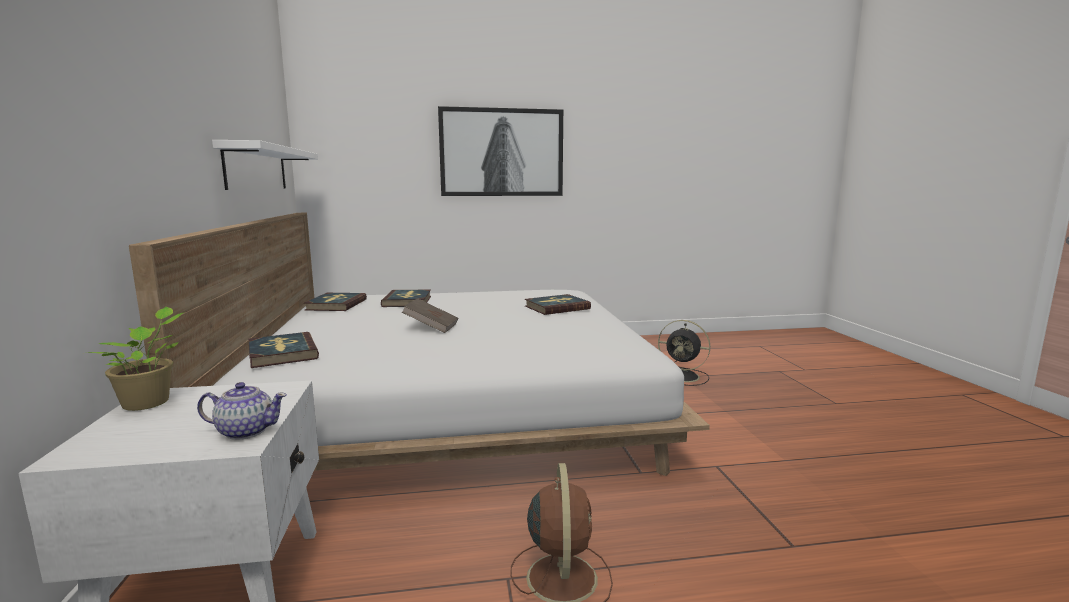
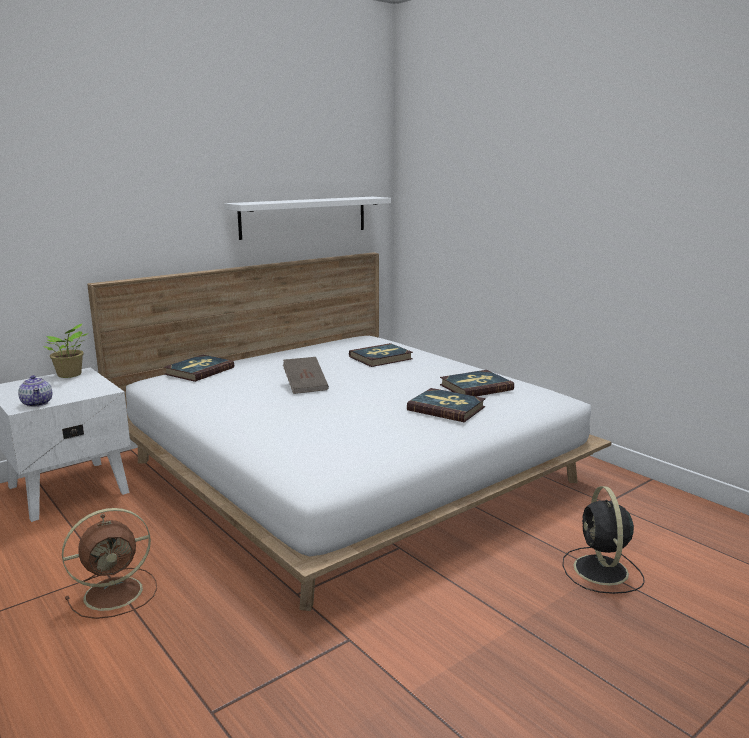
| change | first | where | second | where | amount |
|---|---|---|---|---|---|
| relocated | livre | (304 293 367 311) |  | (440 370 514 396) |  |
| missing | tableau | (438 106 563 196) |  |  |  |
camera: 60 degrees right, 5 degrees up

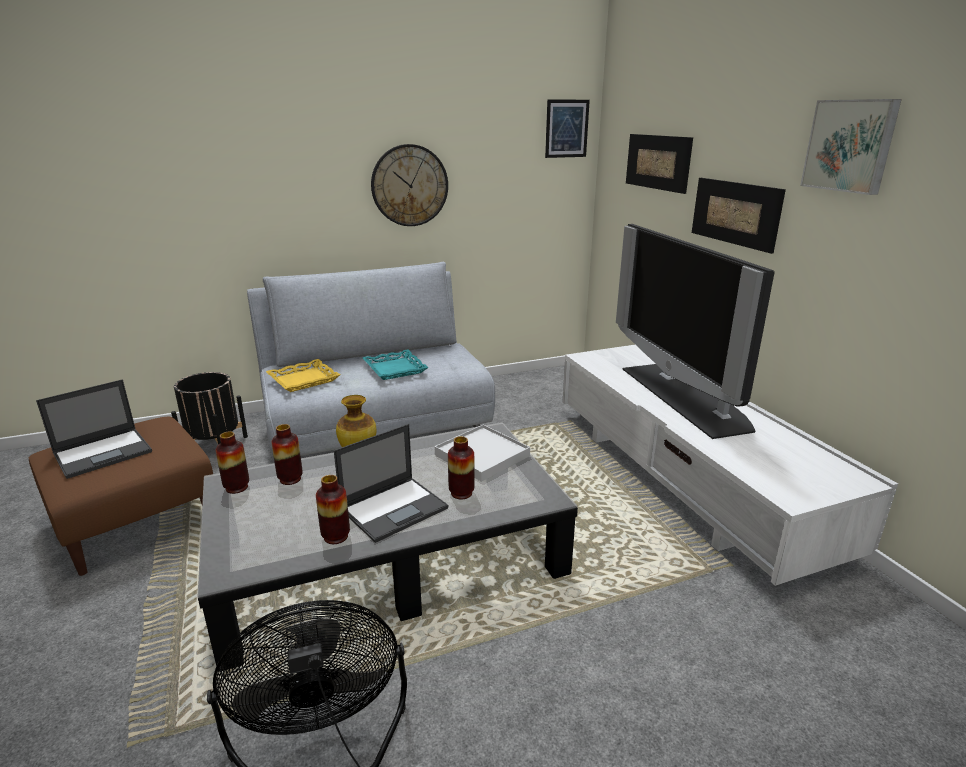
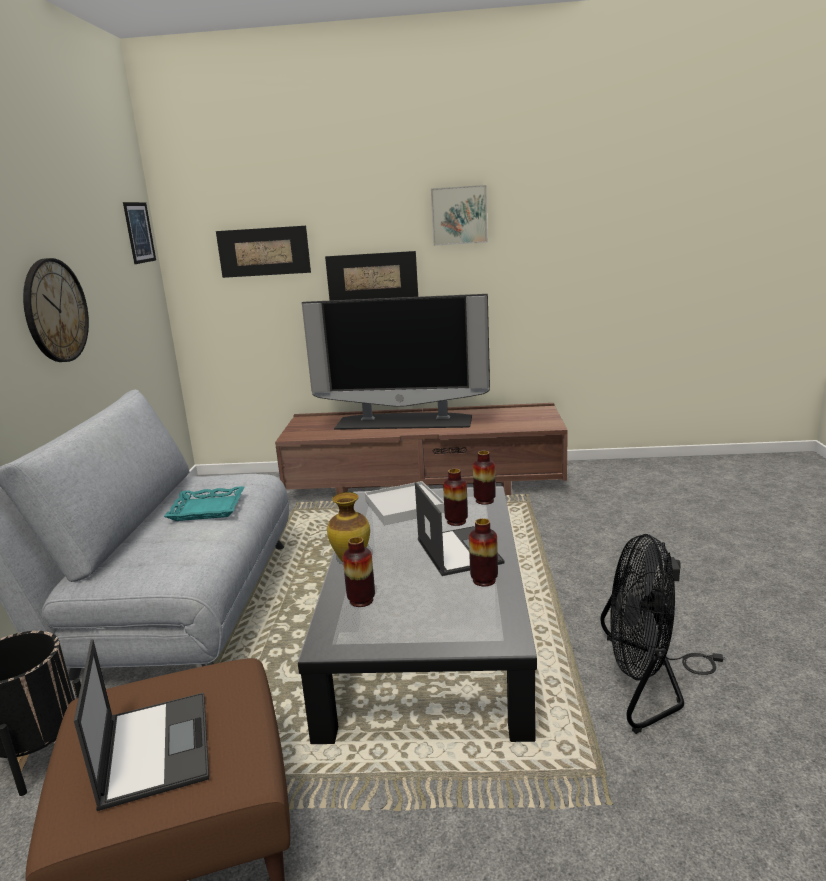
| change | first | where | second | where | amount |
|---|---|---|---|---|---|
| relocated | vase | (216 432 249 494) |  | (473 451 496 505) |  |
| missing | plateau (jaune) | (266 359 340 392) |  |  |  |
| colour | meuble télé (blanc) | (563 345 898 586) | meuble télé (marron) | (275 403 568 495) |  |
camera: 65 degrees left, 5 degrees down

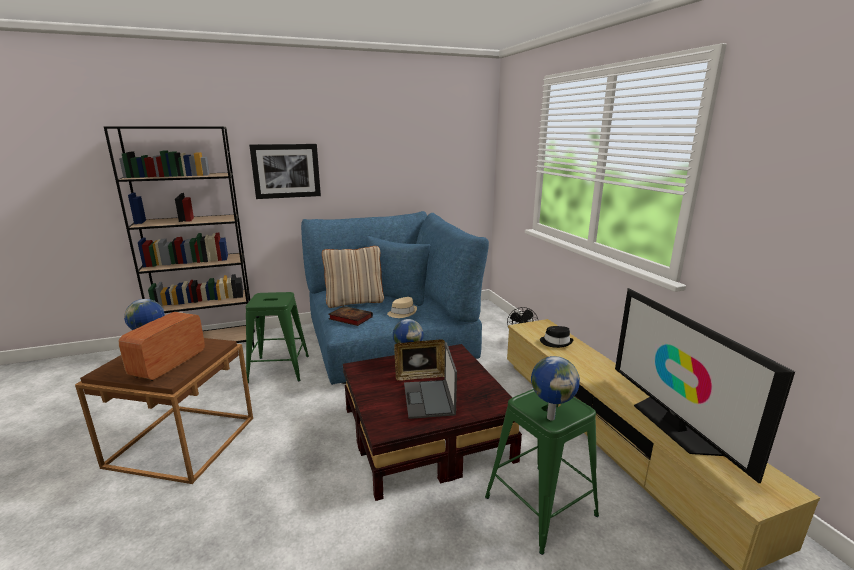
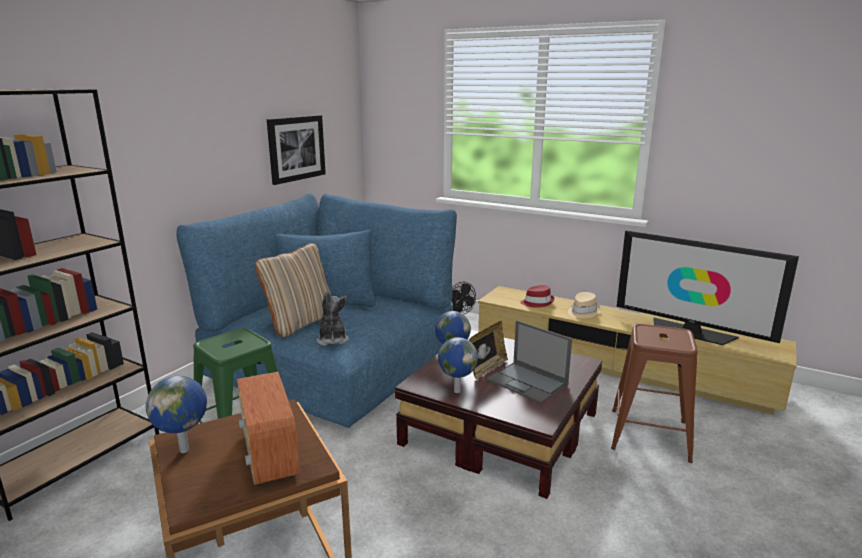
| change | first | where | second | where | amount |
|---|---|---|---|---|---|
| relocated | tableau | (249 144 321 199) |  | (267 115 326 185) |  |
| exchanged | livre | (328 306 373 326) | peluche | (316 291 349 346) |  |
| relocated | chapeau (beige) | (387 297 417 318) |  | (568 292 600 318) |  |
| colour | tabouret (vert) | (485 389 599 555) | tabouret (marron) | (611 324 698 463) |  |
| relocated | globe | (531 356 580 420) |  | (438 337 478 393) |  |
| colour | chapeau (noir) | (540 326 573 348) | chapeau (rouge) | (520 285 554 308) |  |
camera: 40 degrees left, 0 degrees up

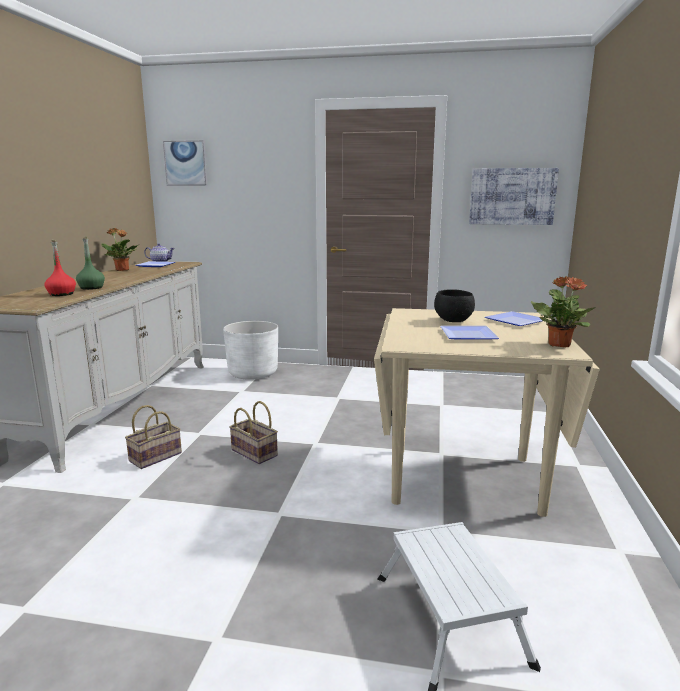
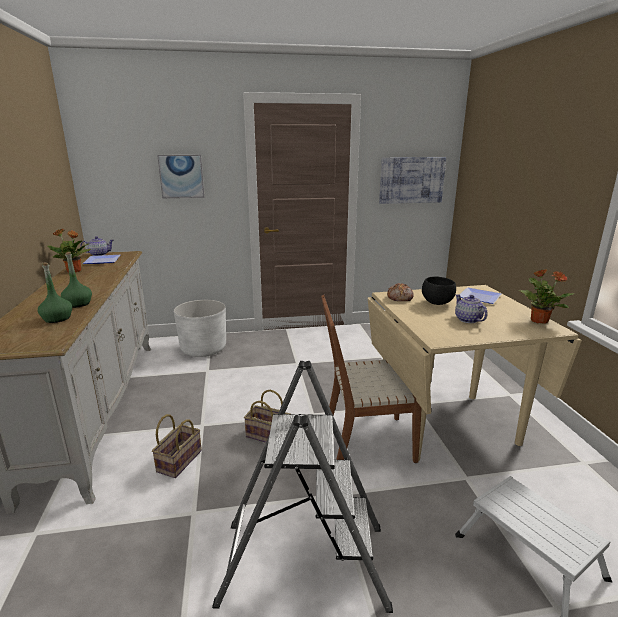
| change | first | where | second | where | amount |
|---|---|---|---|---|---|
| colour | bouteille (rouge) | (44 240 76 296) | bouteille (vert) | (38 263 72 323) |  |
| relocated | tableau | (163 140 208 186) |  | (157 155 205 198) |  |
| exchanged | assiette | (440 326 499 340) | théière | (455 294 488 323) |  |
| appeared |  |  | escabeau (gris) | (212 361 393 613) |  |
| appeared |  |  | chaise | (321 295 422 463) |  |
| appeared |  |  | pain | (387 283 414 301) |  |
camera: 20 degrees left, 5 degrees up

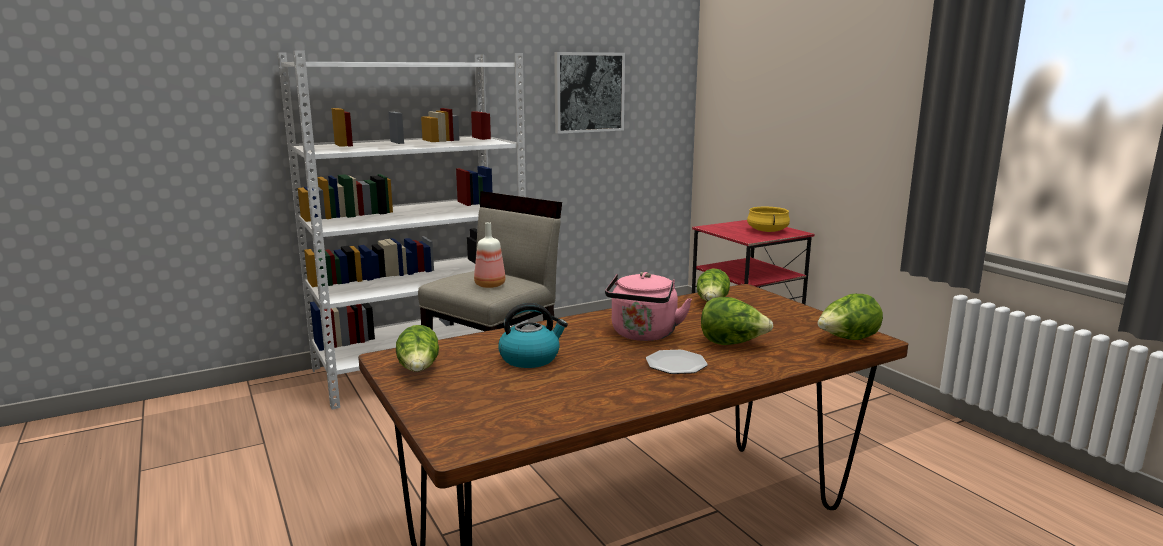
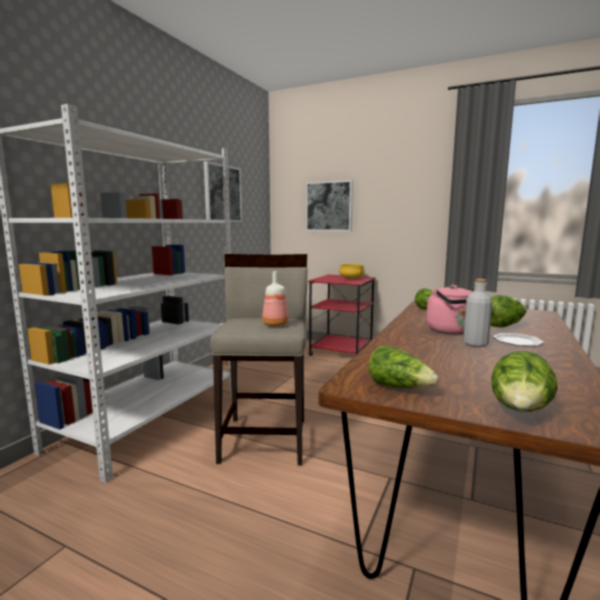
| change | first | where | second | where | amount |
|---|---|---|---|---|---|
| missing | bouilloire | (498 303 568 368) |  |  |  |
| relocated | laitue | (817 294 883 340) |  | (491 351 558 412) |  |
| appeared |  |  | tableau | (306 180 353 231) |  |
| appeared |  |  | bouteille (gris) | (463 279 493 347) |  |
camera: 35 degrees left, 5 degrees down

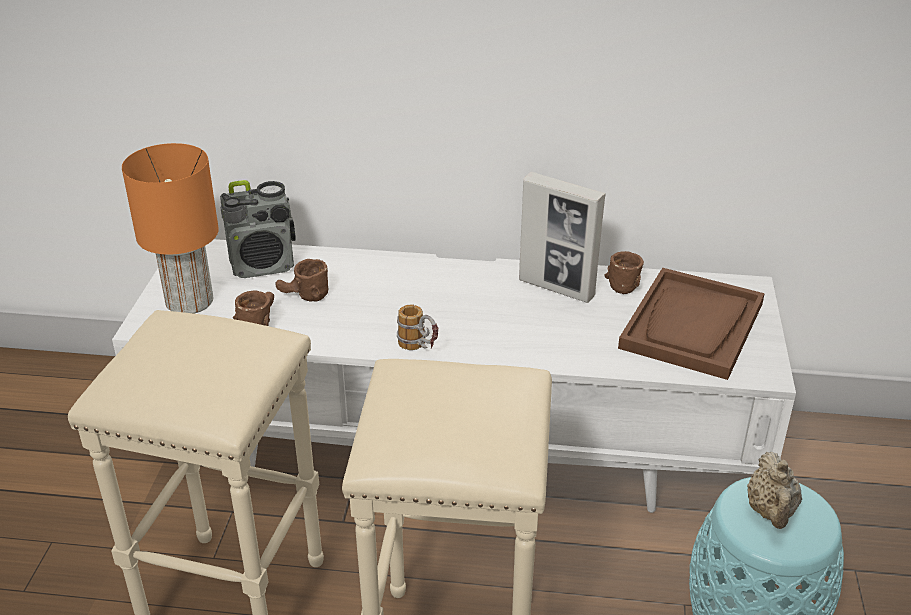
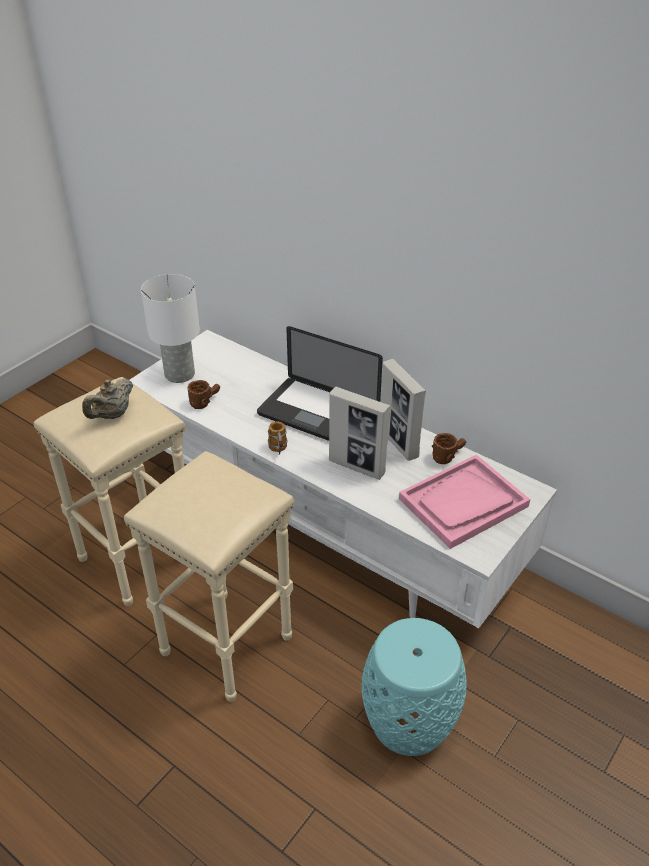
| change | first | where | second | where | amount |
|---|---|---|---|---|---|
| colour | lampe de table (orange) | (122 143 219 314) | lampe de table (blanc) | (141 274 200 383) |  |
| missing | radio | (220 180 296 278) |  |  |  |
| missing | mug (marron) | (275 259 328 302) |  |  |  |
| colour | plateau (marron) | (618 268 765 380) | plateau (rose) | (399 455 530 549) |  |
| relocated | théière (beige) | (747 452 802 529) |  | (82 379 133 419) |  |
| appeared |  |  | ordinateur portable | (257 326 383 441) |  |
| appeared |  |  | cadre photo | (329 386 390 480) |  |
camera: 30 degrees right, 5 degrees up

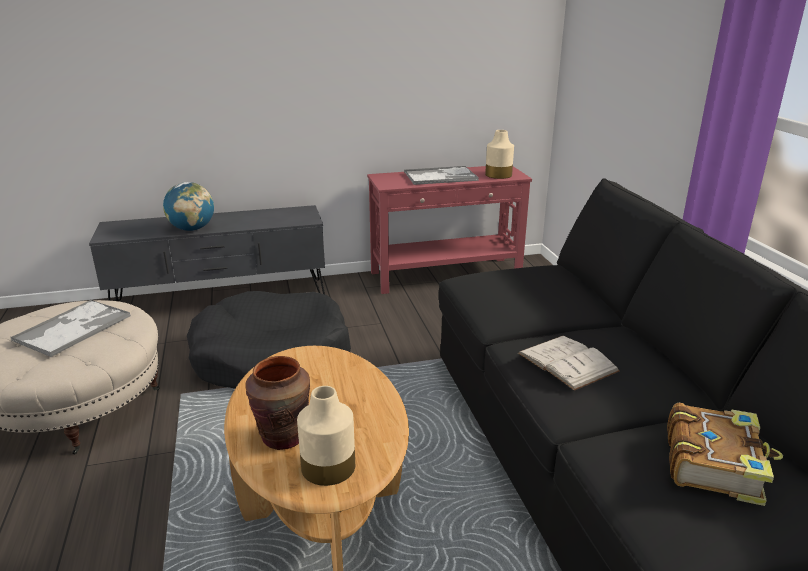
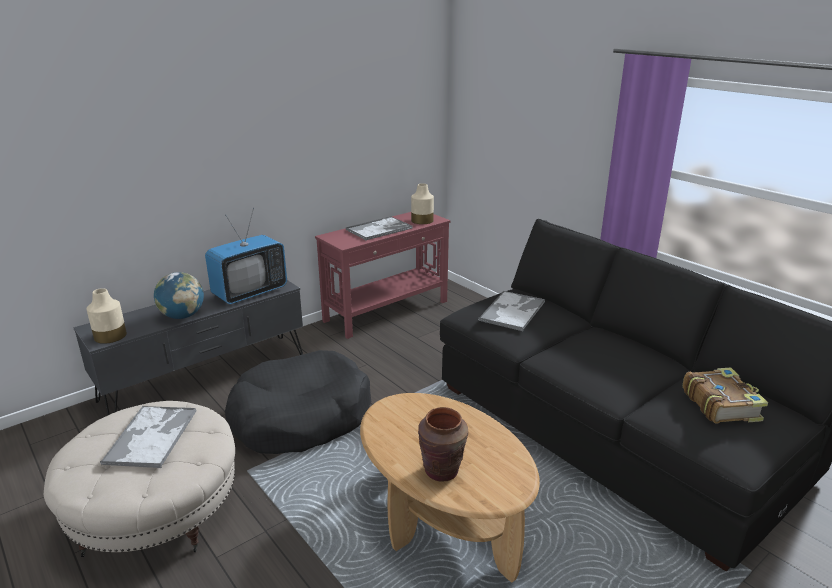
| change | first | where | second | where | amount |
|---|---|---|---|---|---|
| relocated | vase (beige) | (297 386 355 486) |  | (86 288 127 344) |  |
| missing | livre (blanc) | (518 336 620 391) |  |  |  |
| appeared |  |  | téléviseur | (205 208 287 304) |  |
| appeared |  |  | plateau | (478 291 545 331) |  |
camera: 25 degrees left, 0 degrees up

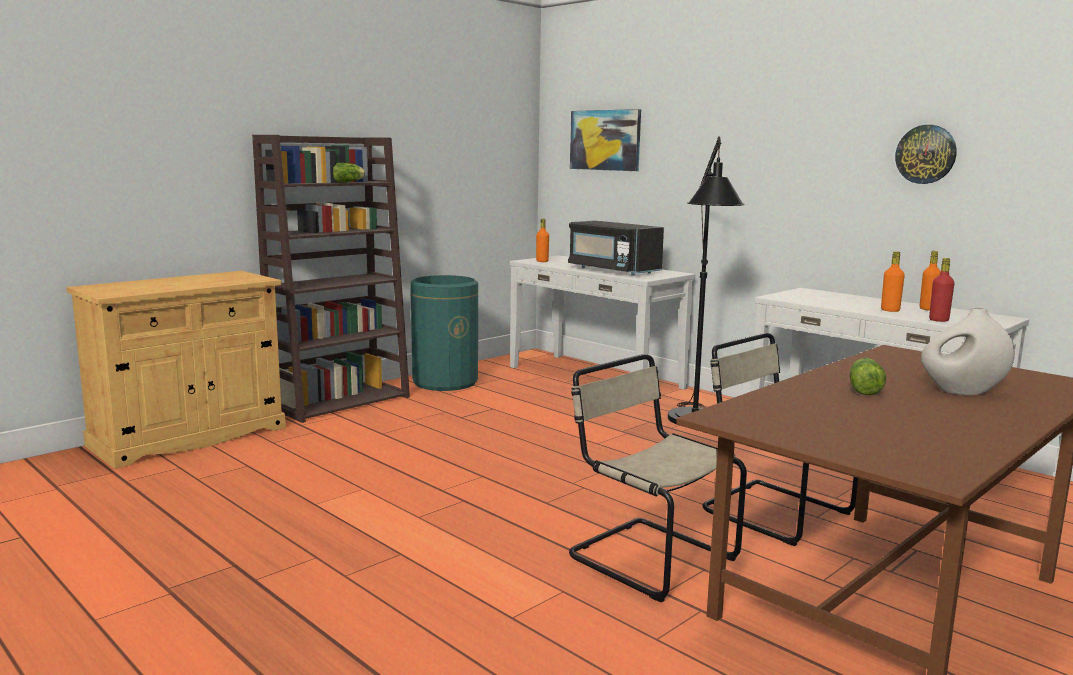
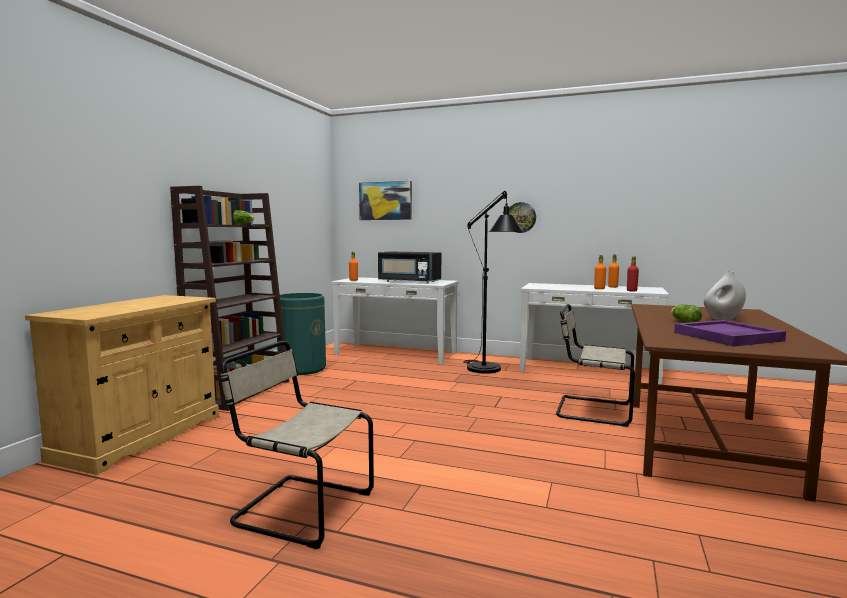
| change | first | where | second | where | amount |
|---|---|---|---|---|---|
| relocated | chaise (beige) | (569 354 747 602) |  | (220 341 374 549) |  |
| relocated | horloge murale | (895 125 957 184) |  | (509 202 536 233) |  |
| appeared |  |  | plateau (violet) | (674 320 786 347) |  |
camera: 25 degrees left, 5 degrees down

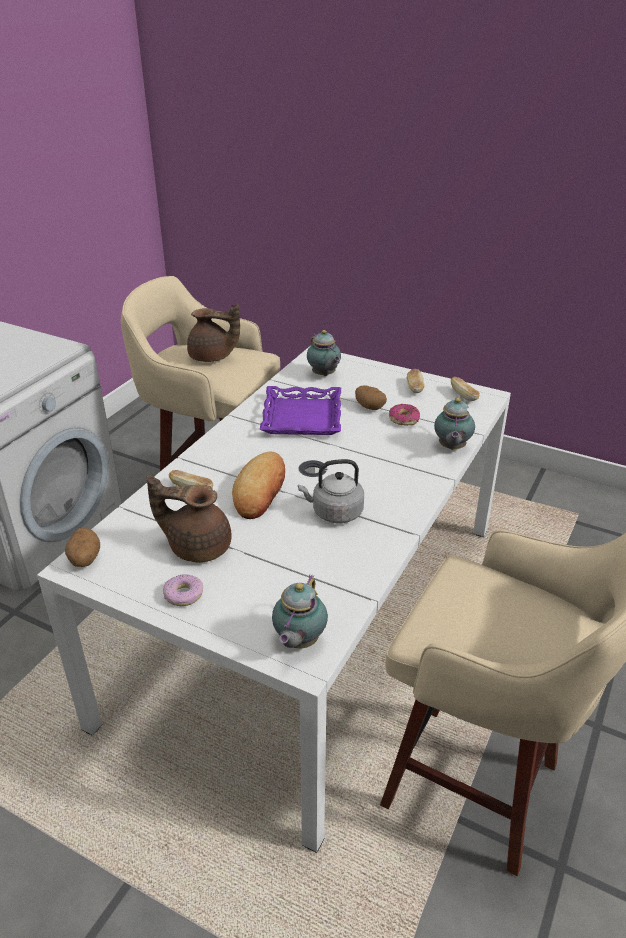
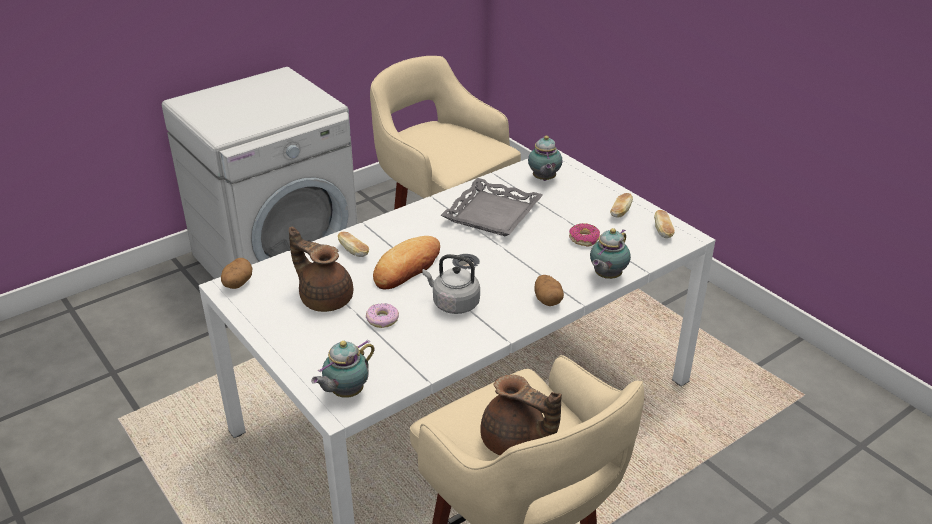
| change | first | where | second | where | amount |
|---|---|---|---|---|---|
| relocated | beignet | (163 574 203 606) |  | (366 303 399 328) |  |
| relocated | théière (marron) | (187 304 240 362) |  | (480 375 562 455) |  |
| colour | plateau (violet) | (260 386 341 435) | plateau (gris) | (441 178 543 236) |  |
| relocated | pomme de terre | (355 385 387 410) |  | (534 275 564 306) |  |
camera: 25 degrees right, 0 degrees up

